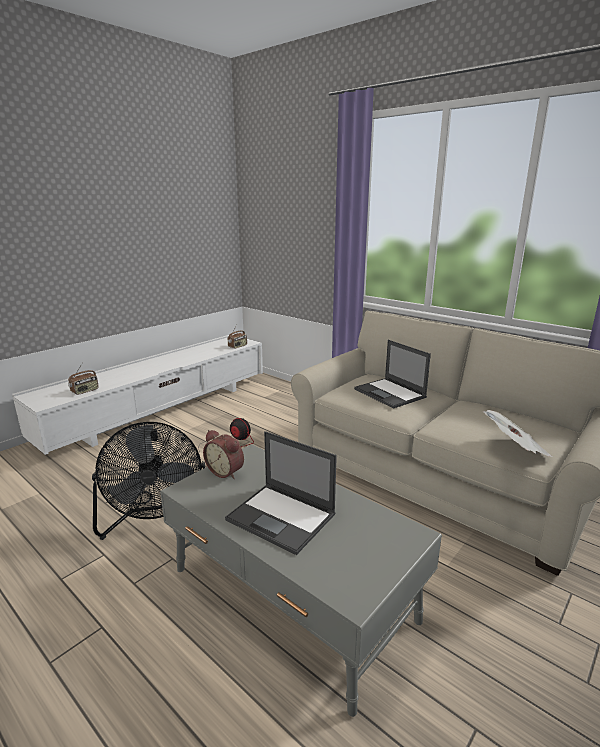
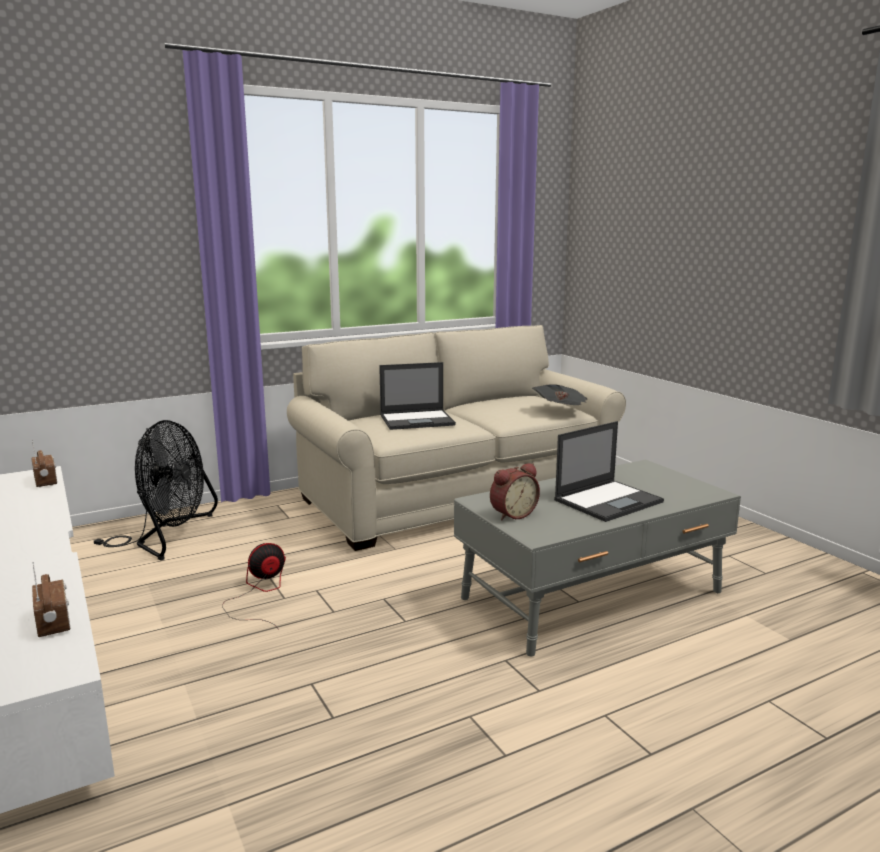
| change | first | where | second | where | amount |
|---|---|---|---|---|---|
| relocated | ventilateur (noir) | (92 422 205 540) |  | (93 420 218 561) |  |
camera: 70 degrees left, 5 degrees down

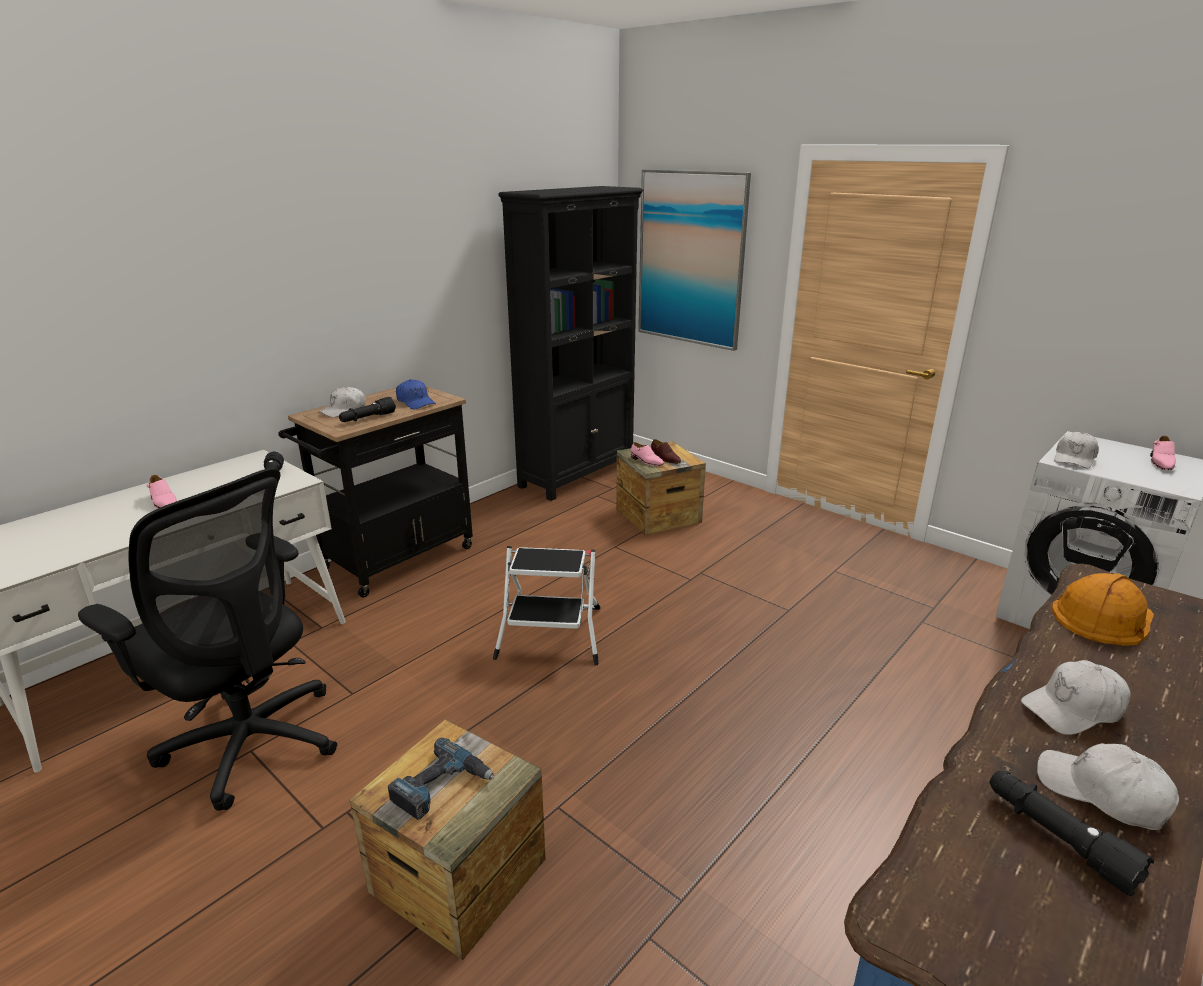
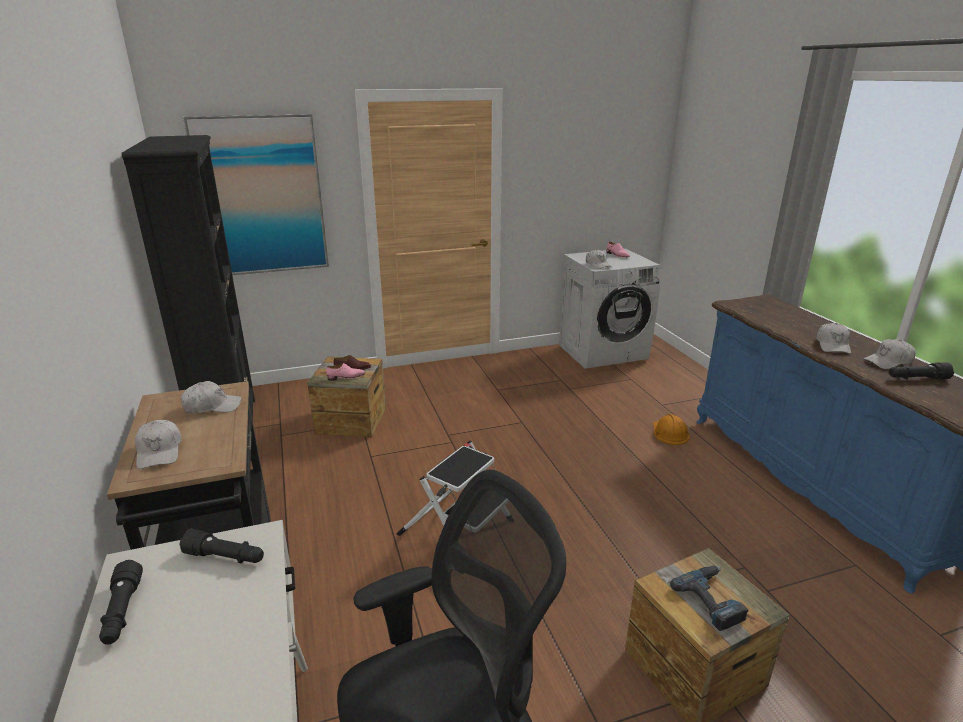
| change | first | where | second | where | amount |
|---|---|---|---|---|---|
| missing | chaussure (rose) | (147 475 177 509) |  |  |  |
| relocated | lampe de poche (noir) | (339 397 396 422) |  | (99 560 143 645) |  |
| colour | casquette (bleu) | (396 379 436 409) | casquette (blanc) | (181 381 242 413) |  |
| relocated | casque de chantier (orange) | (1052 573 1154 646) |  | (653 414 690 445) |  |
camera: 60 degrees left, 0 degrees up

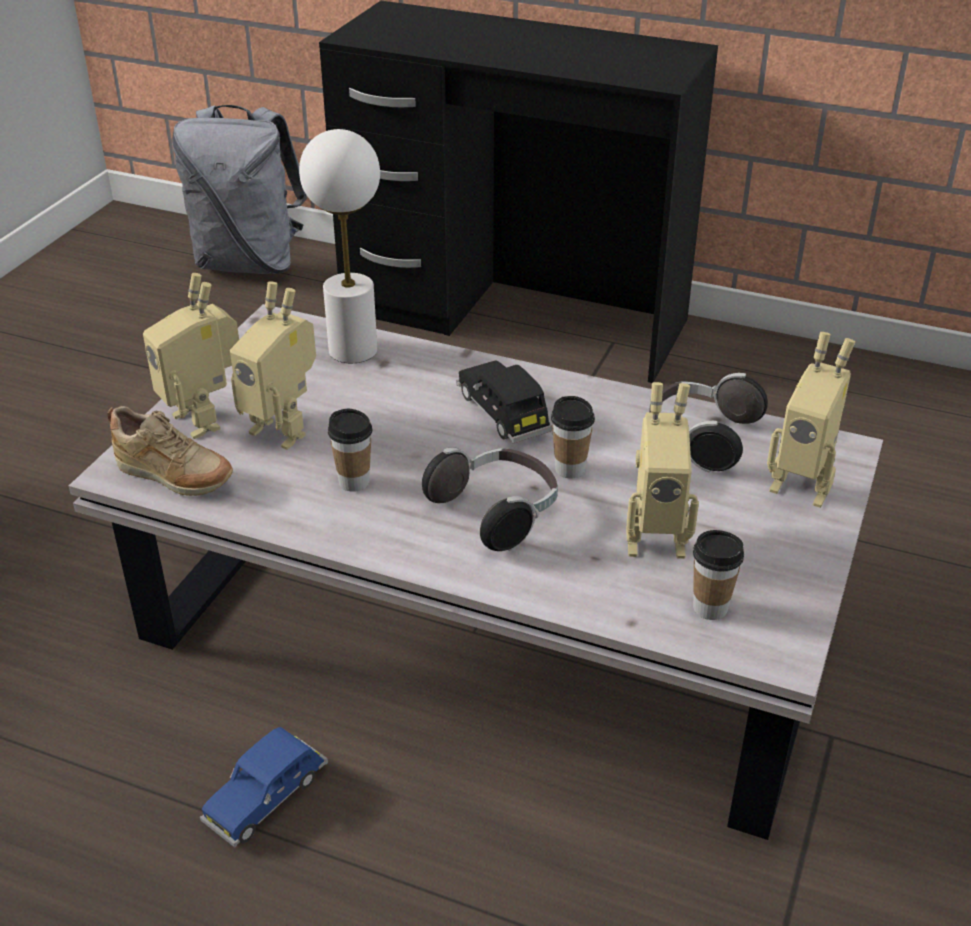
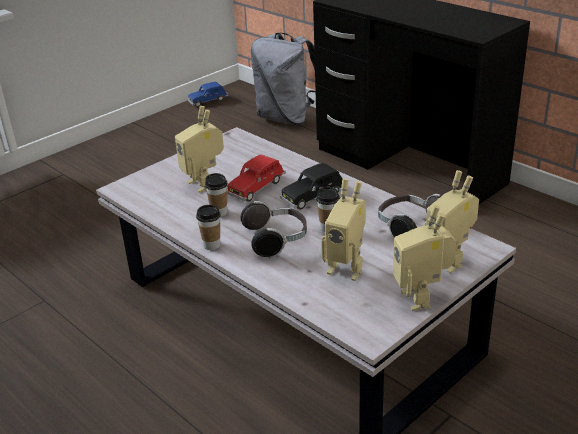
| change | first | where | second | where | amount |
|---|---|---|---|---|---|
| missing | chaussure (beige) | (108 406 233 496) |  |  |  |
| relocated | robot jouet | (143 273 239 439) |  | (393 205 456 311) |  |
| relocated | petite voiture (bleu) | (200 727 328 847) |  | (187 82 229 107) |  |
| missing | lampe de table (blanc) | (299 129 380 363) |  |  |  |
| spun | petite voiture (noir) | (456 360 553 443) |  | (280 163 343 210) | 120 degrees counterclockwise |
| relocated | tasse | (693 530 744 620) |  | (196 205 221 250) |  |
| appeared |  |  | petite voiture (rouge) | (227 155 286 202) |  |
camera: 25 degrees right, 5 degrees down

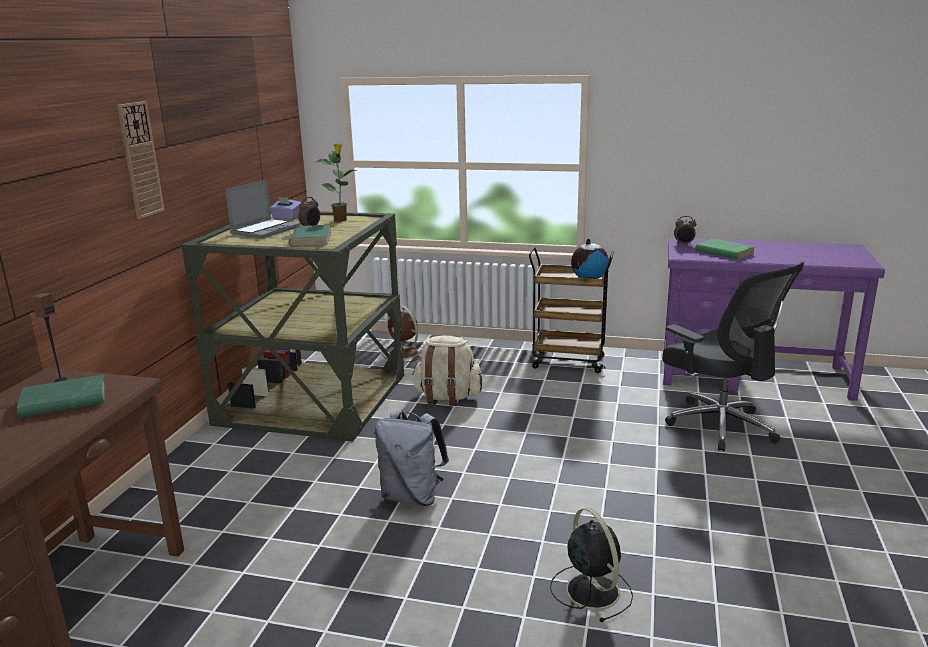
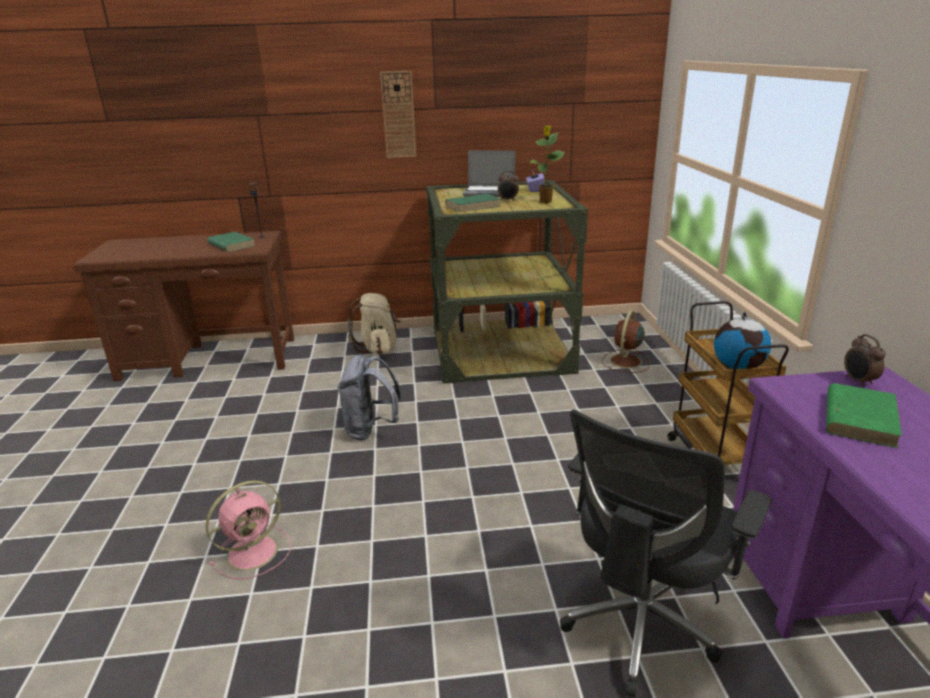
| change | first | where | second | where | amount |
|---|---|---|---|---|---|
| relocated | sac à dos (beige) | (412 336 482 406) |  | (348 293 401 355) |  |
| colour | ventilateur (noir) | (550 508 633 622) | ventilateur (rose) | (206 480 291 579) |  |
camera: 70 degrees right, 5 degrees up

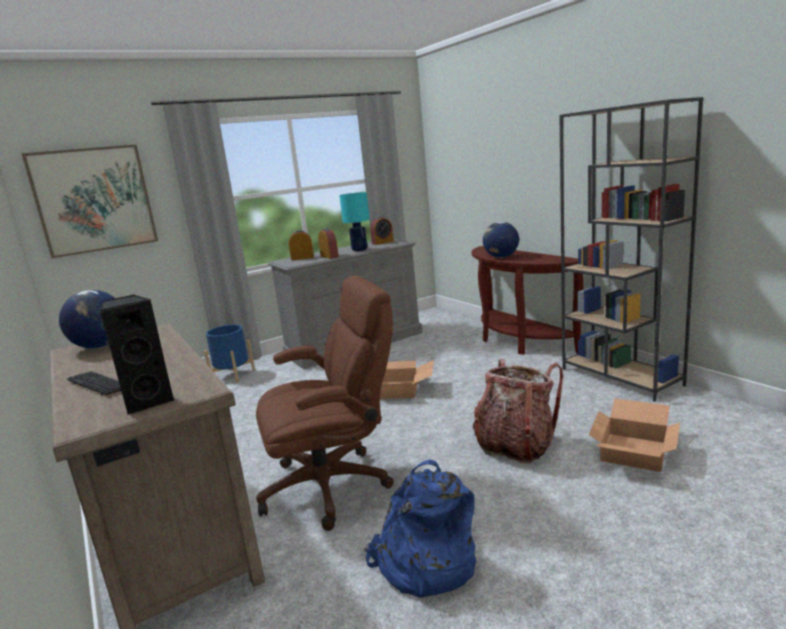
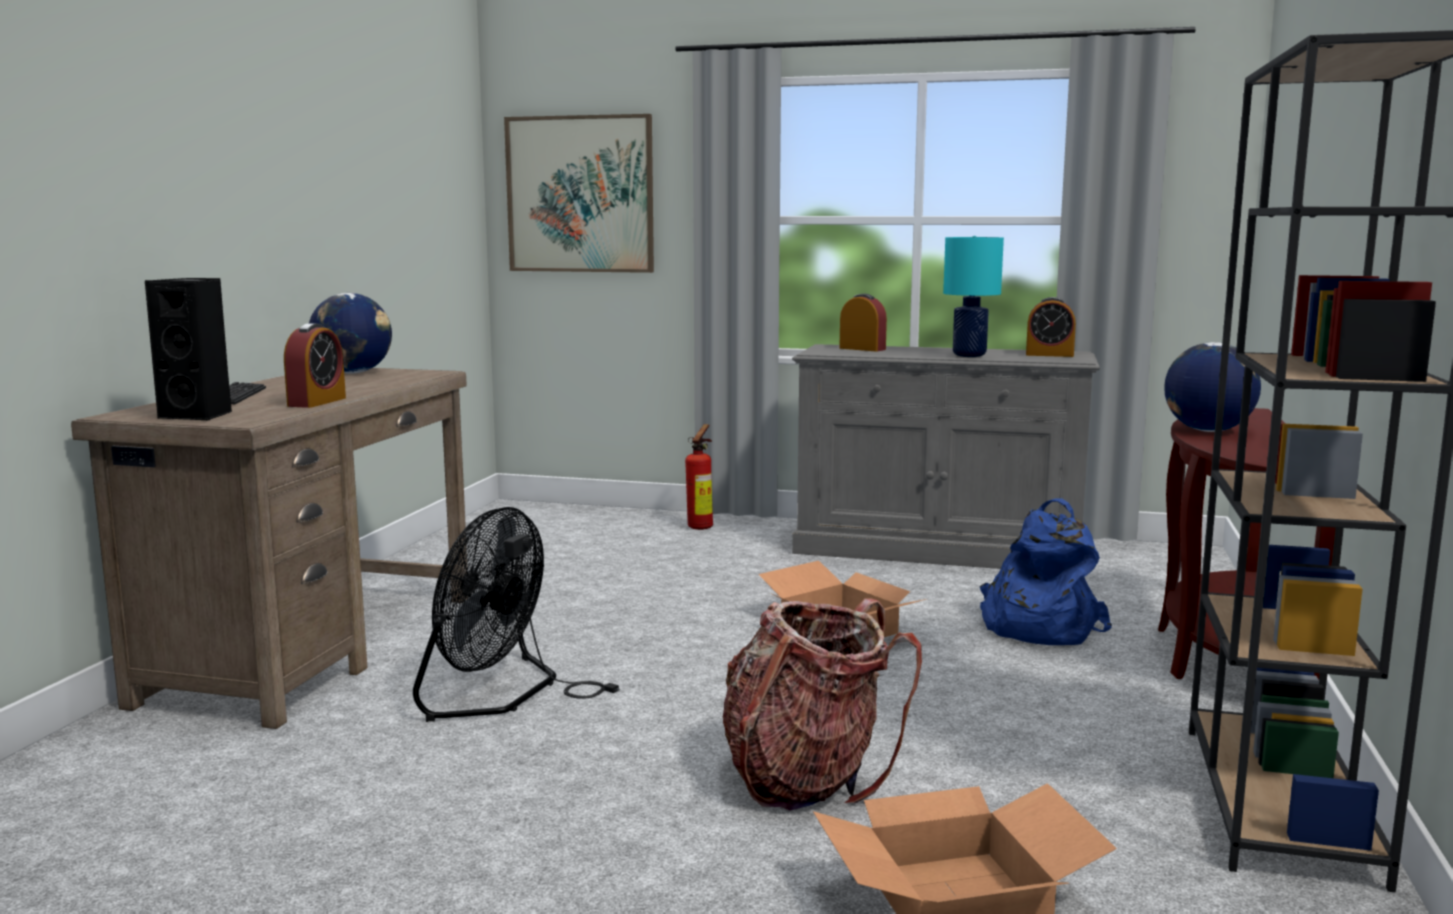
| change | first | where | second | where | amount |
|---|---|---|---|---|---|
| exchanged | cache-pot (bleu) | (204 324 255 383) | extincteur | (685 424 713 530) |  |
| exchanged | chaise de bureau (marron) | (256 275 394 531) | ventilateur (noir) | (413 507 620 722) |  |
| relocated | réveil | (318 228 339 259) |  | (284 323 346 408) |  |
| relocated | sac à dos (bleu) | (364 460 476 597) |  | (980 498 1112 645) |  |
camera: 45 degrees right, 5 degrees down

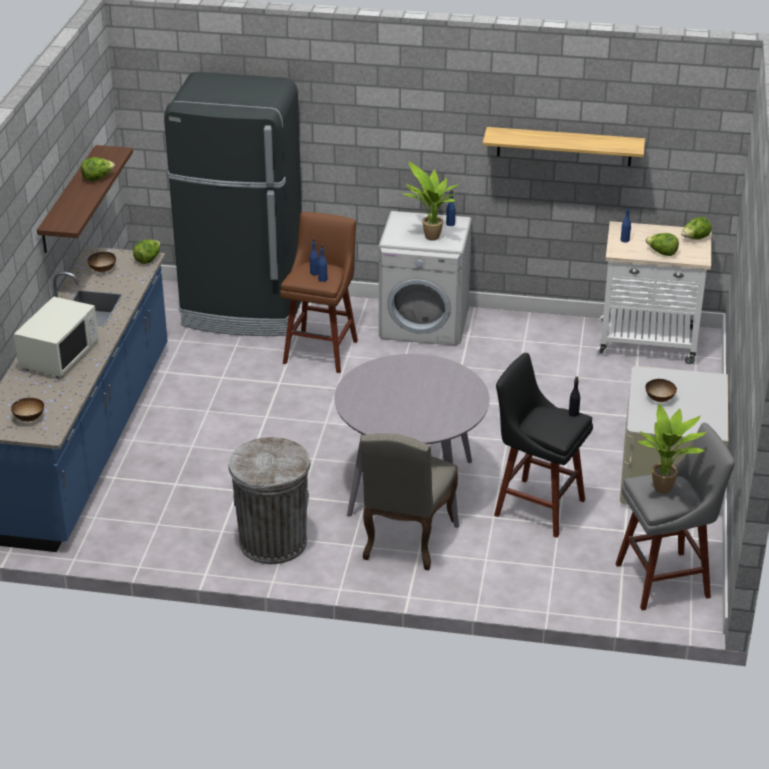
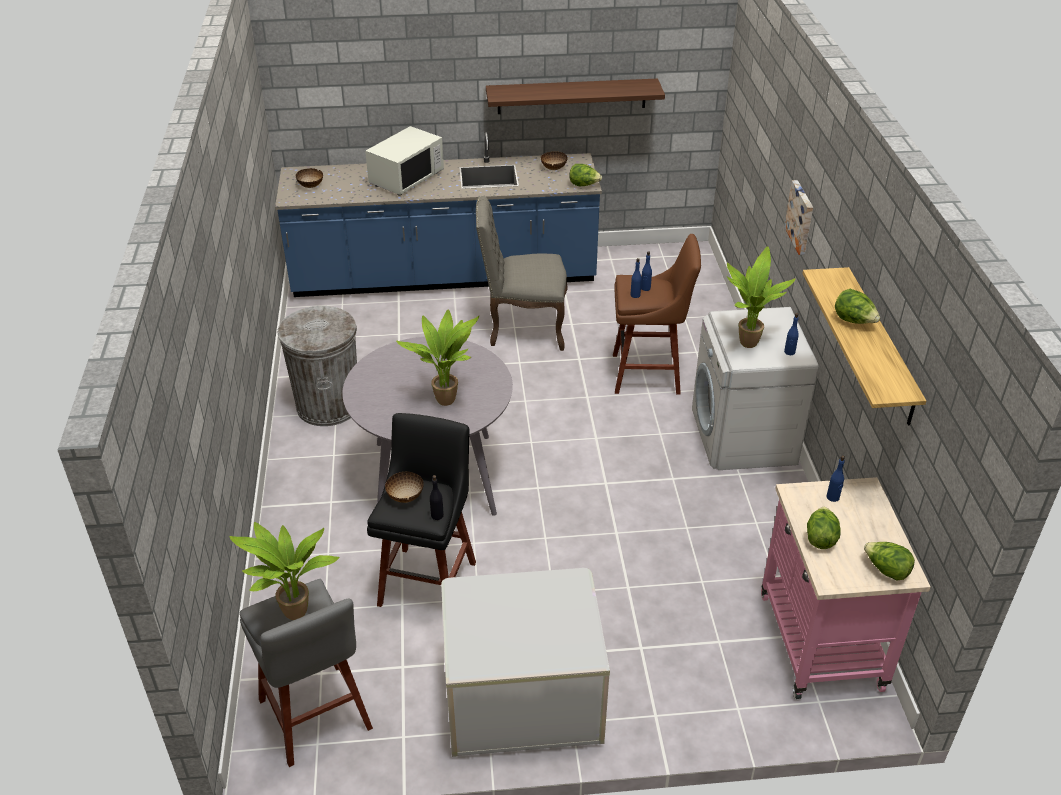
| change | first | where | second | where | amount |
|---|---|---|---|---|---|
| spun | micro-ondes (blanc) | (14 296 99 378) |  | (365 126 444 196) | 60 degrees counterclockwise |
| relocated | laitue | (81 157 115 181) |  | (835 289 880 324) |  |
| missing | réfrigérateur (noir) | (164 72 302 336) |  |  |  |
| relocated | chaise (gris) | (360 433 458 570) |  | (476 196 567 351) |  |
| colour | chariot (blanc) | (596 221 711 364) | chariot (rose) | (761 477 930 699) |  |
| relocated | bol | (645 379 677 402) |  | (385 472 424 503) |  |
| appeared |  |  | plante en pot | (396 310 479 406) |  |
| appeared |  |  | tableau | (784 180 813 255) |  |
camera: 75 degrees right, 5 degrees up

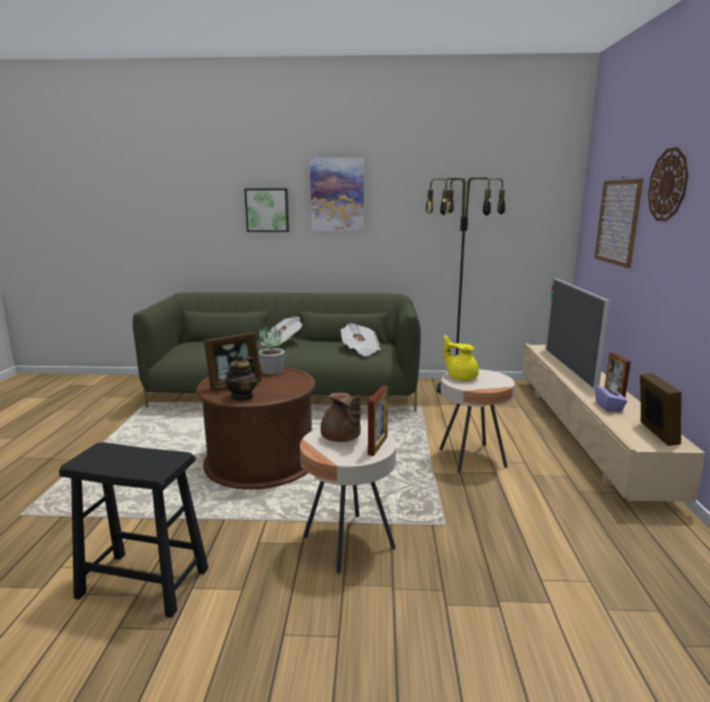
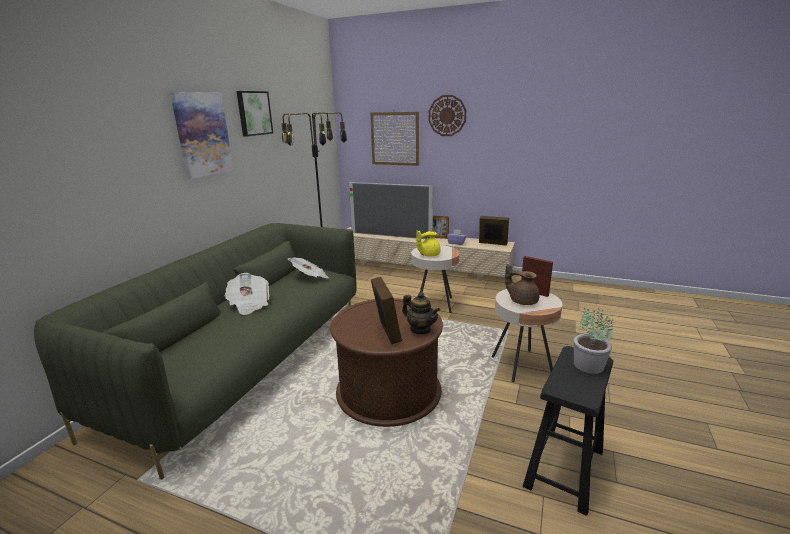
| change | first | where | second | where | amount |
|---|---|---|---|---|---|
| relocated | tableau | (244 188 289 232) |  | (236 91 273 136) |  |
| relocated | plante en pot | (258 323 285 374) |  | (574 307 614 374) |  |
| spun | théière (marron) | (321 393 361 442) |  | (505 264 539 305) | 135 degrees counterclockwise |
camera: 70 degrees left, 5 degrees up

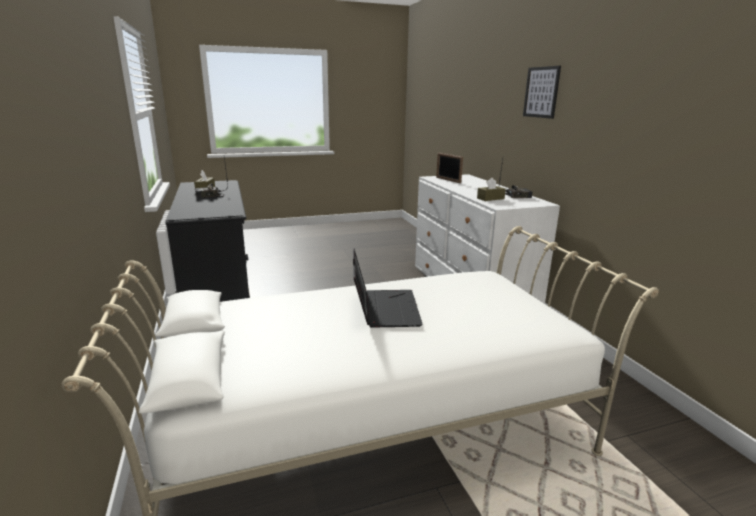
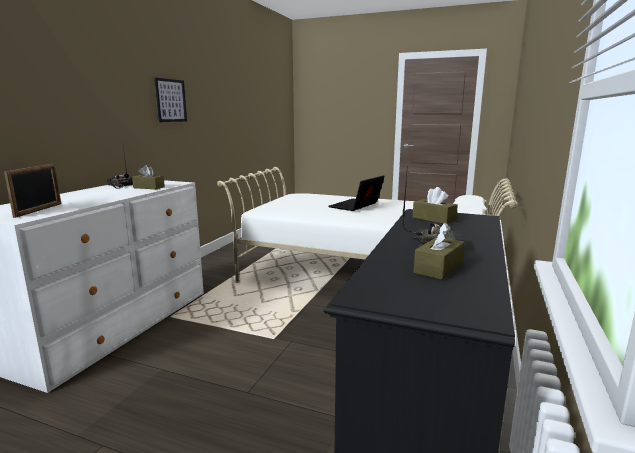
| change | first | where | second | where | amount |
|---|---|---|---|---|---|
| relocated | tableau | (523 66 561 119) |  | (154 78 187 122) |  |
| appeared |  |  | boîte à mouchoirs (marron) | (413 187 458 224) |  |
camera: 140 degrees left, 5 degrees down

